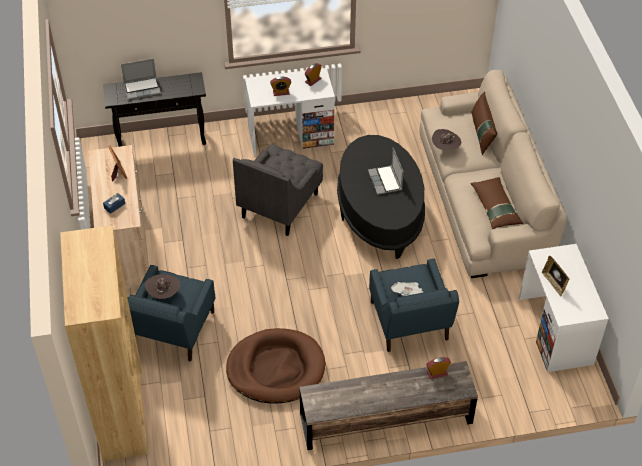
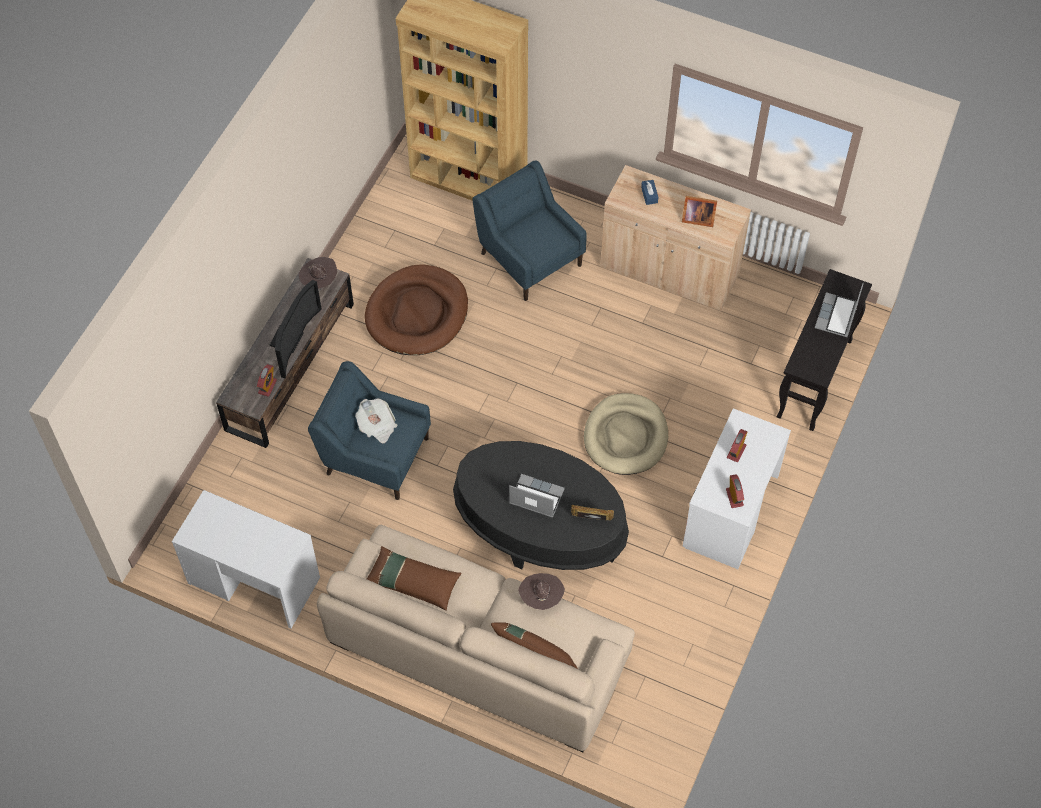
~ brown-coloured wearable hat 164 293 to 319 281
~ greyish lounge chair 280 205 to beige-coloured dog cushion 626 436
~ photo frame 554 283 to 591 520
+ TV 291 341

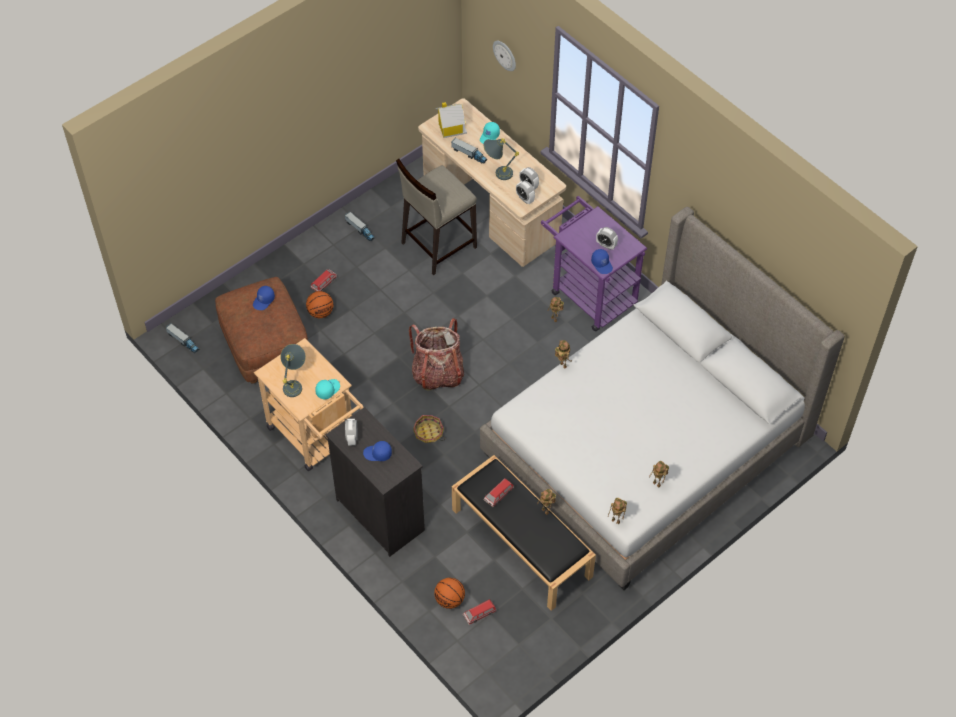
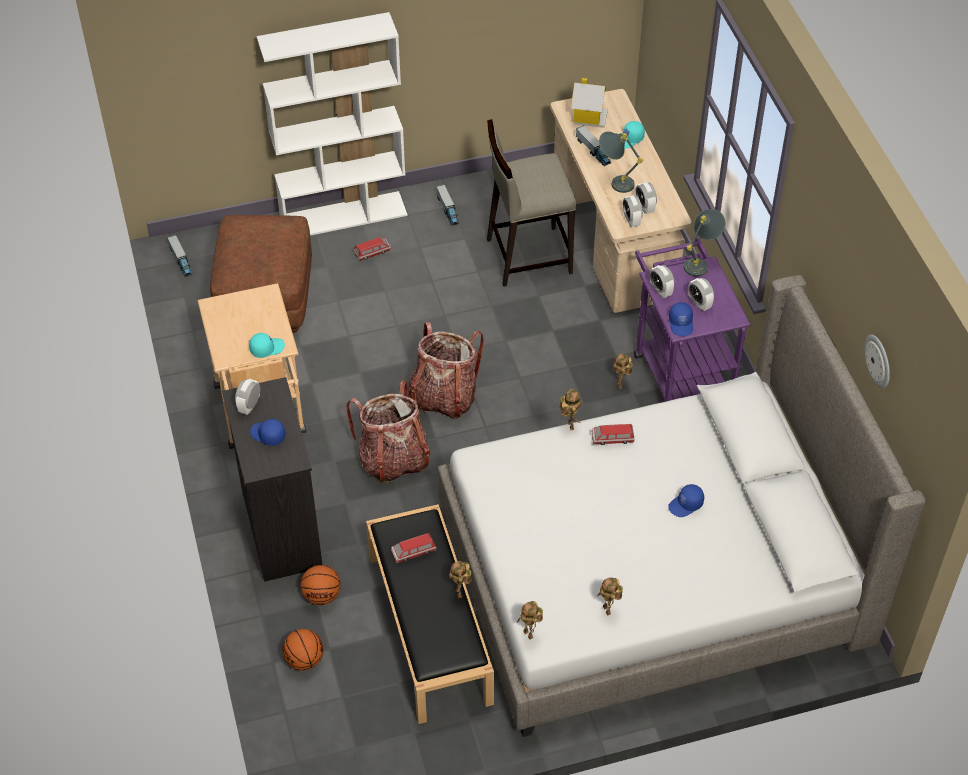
~ bluish peaked cap 264 301 to 686 505
~ greyish tabletop lamp 295 383 to 701 262
~ basketball 320 312 to 322 596
~ household basket 428 433 to backpack 393 459
~ miniature car 479 614 to 612 438
~ wall clock 505 55 to 879 360
+ white-coloured bookshelf 344 215
+ bedside clock 660 291

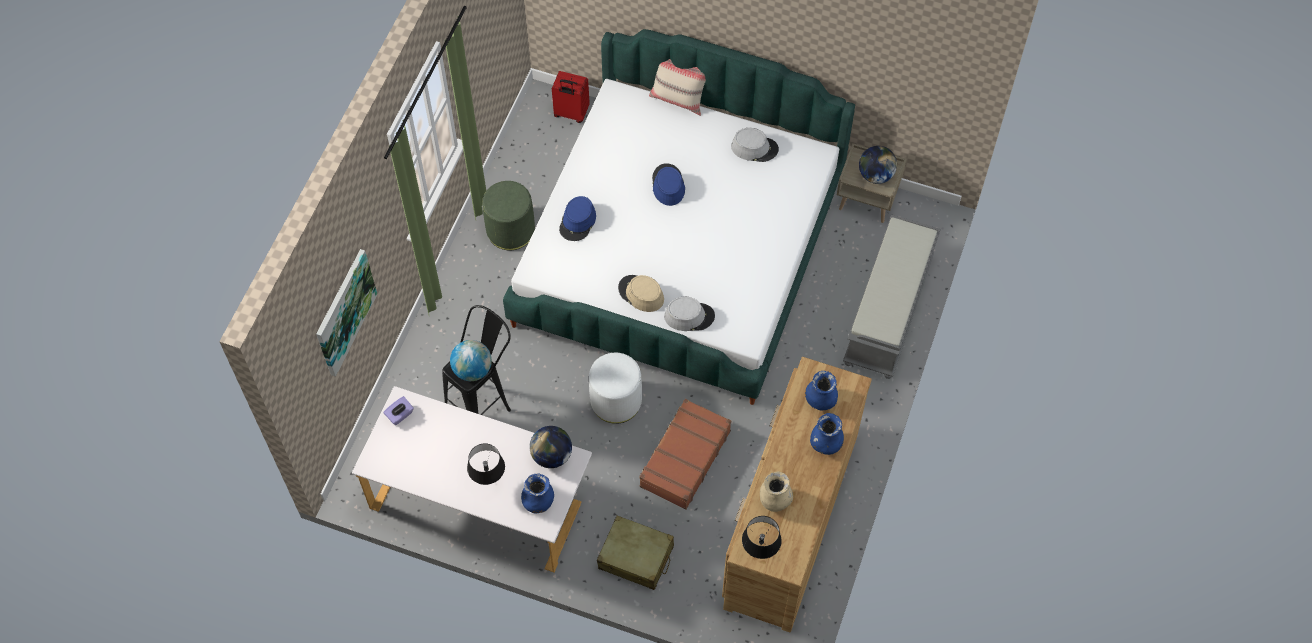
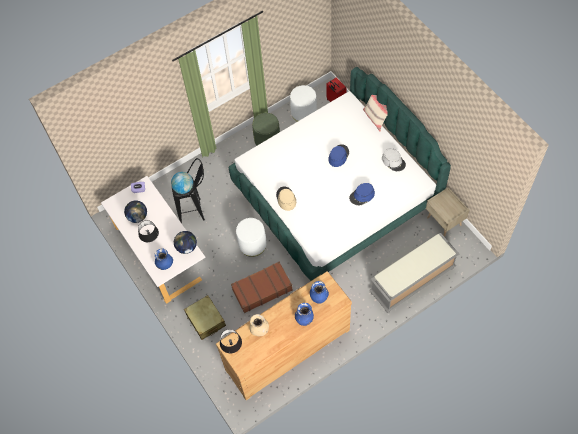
- wall picture 344 312
~ bluish wearable hat 578 222 to 362 196
- greyish wearable hat 689 316
~ desk globe 875 175 to 137 217
+ white-coloured footrest 304 112

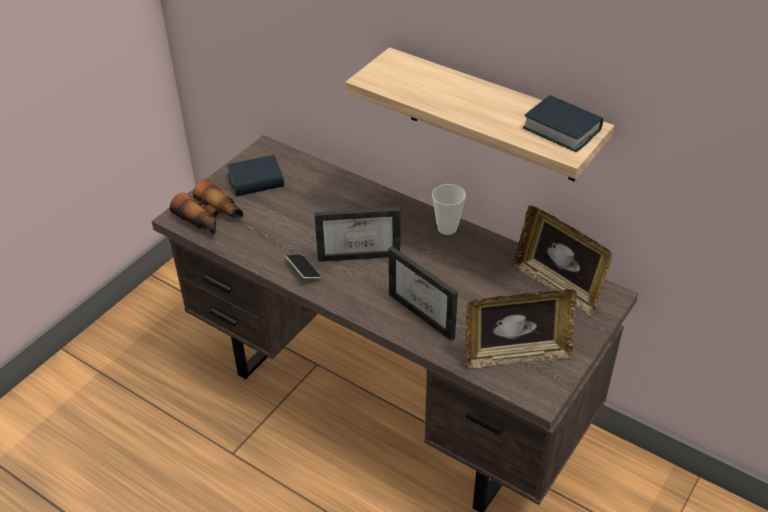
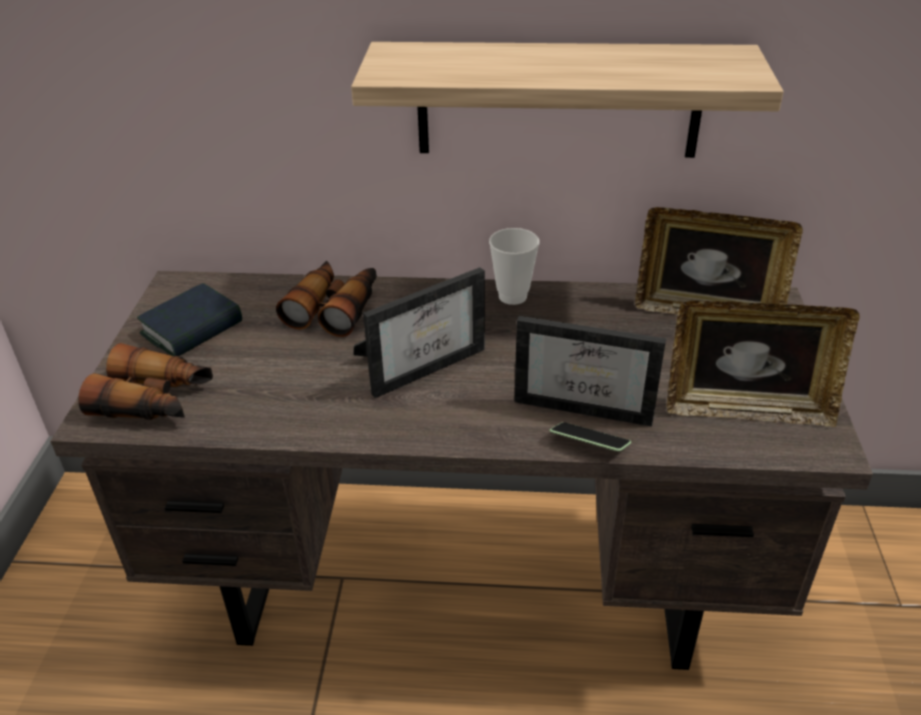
~ phone 303 271 to 589 444
~ photo frame 516 355 = 746 409 45 degrees clockwise
- bound book 561 129
+ binoculars 335 307

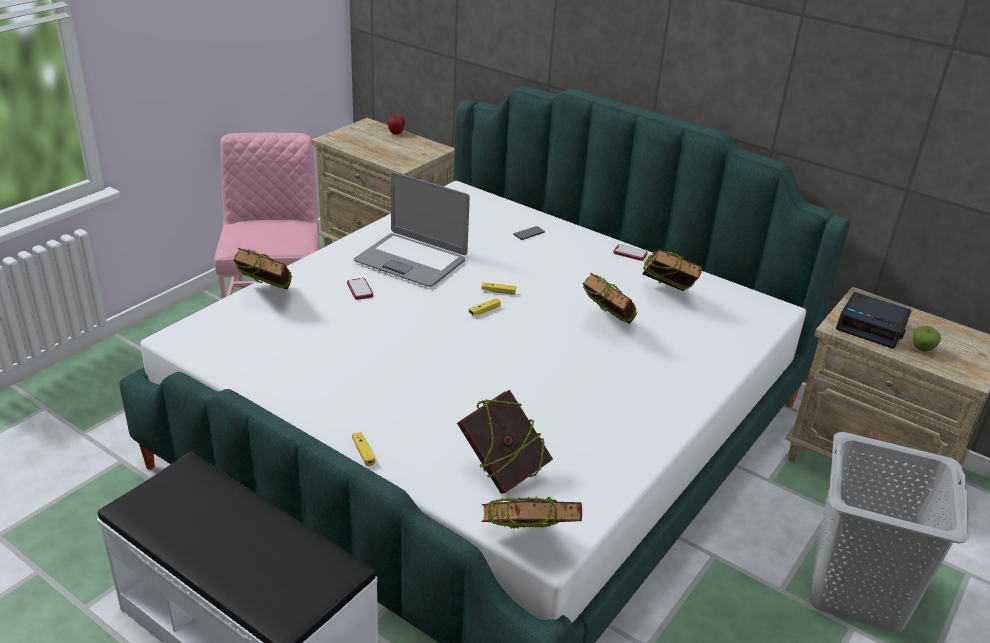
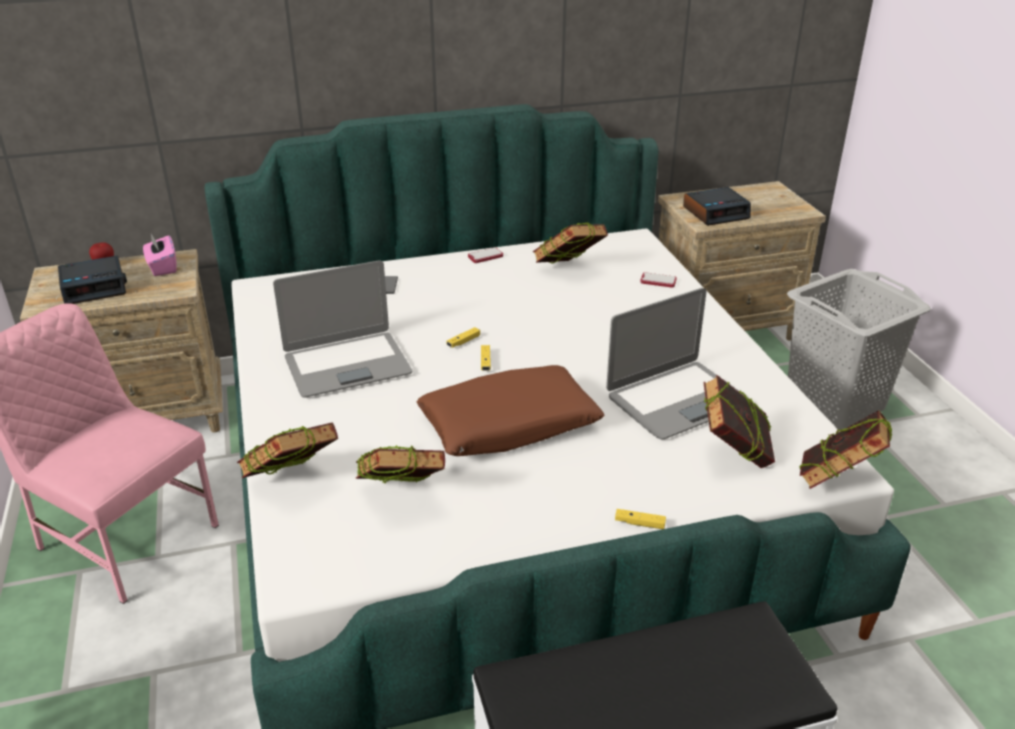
~ phone 360 290 to 658 281
~ bound book 606 326 to 401 499
- whole apple 922 349
+ bedside clock 95 287
+ pink-coloured tissue holder 162 267
+ brown-coloured cushion 509 425
+ laptop 677 400

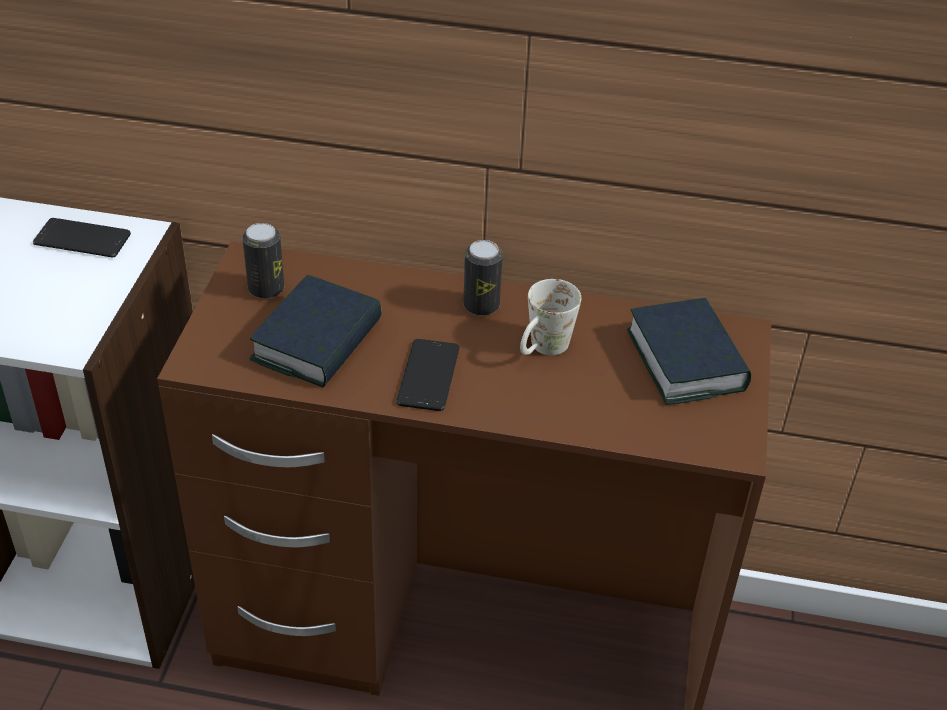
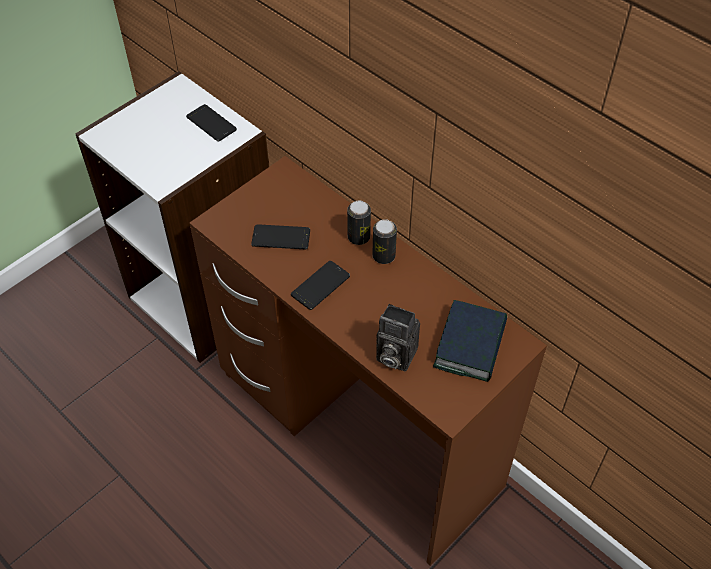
~ can 266 289 to 358 237
~ bound book 317 341 to phone 281 238
- white-coloured tea mug 543 350
+ still camera 393 355

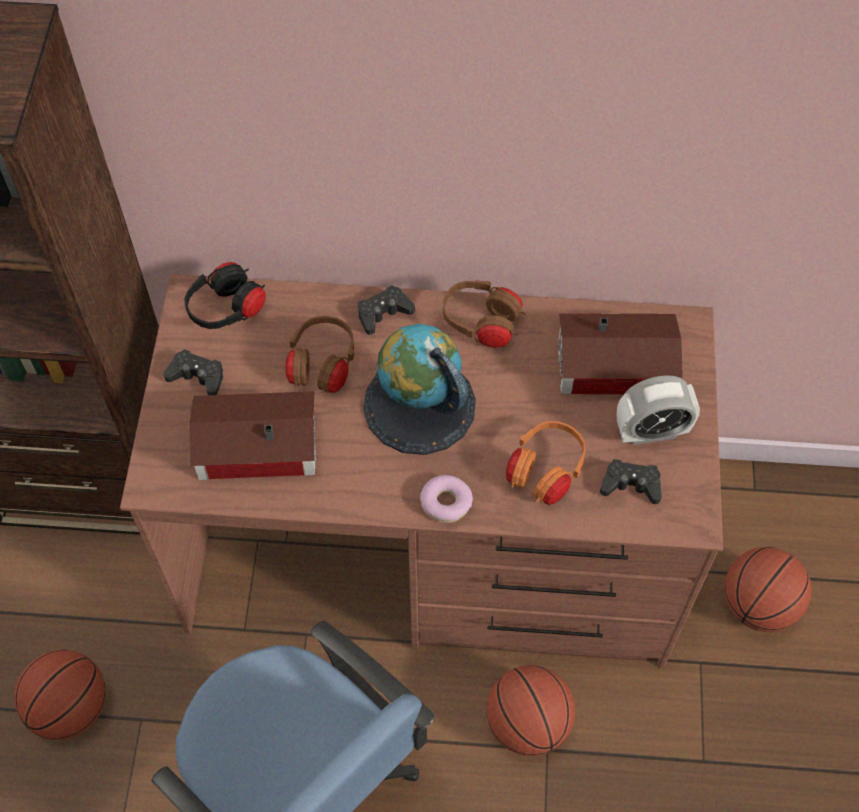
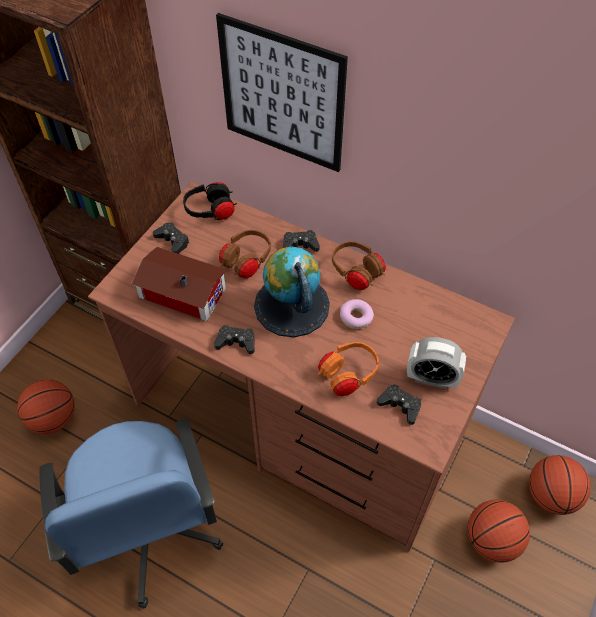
~ ring doughnut 446 503 to 356 317
~ basketball 527 723 to 550 495
- toy house 618 369
+ black-coloured joypad 236 342
+ wall picture 282 95

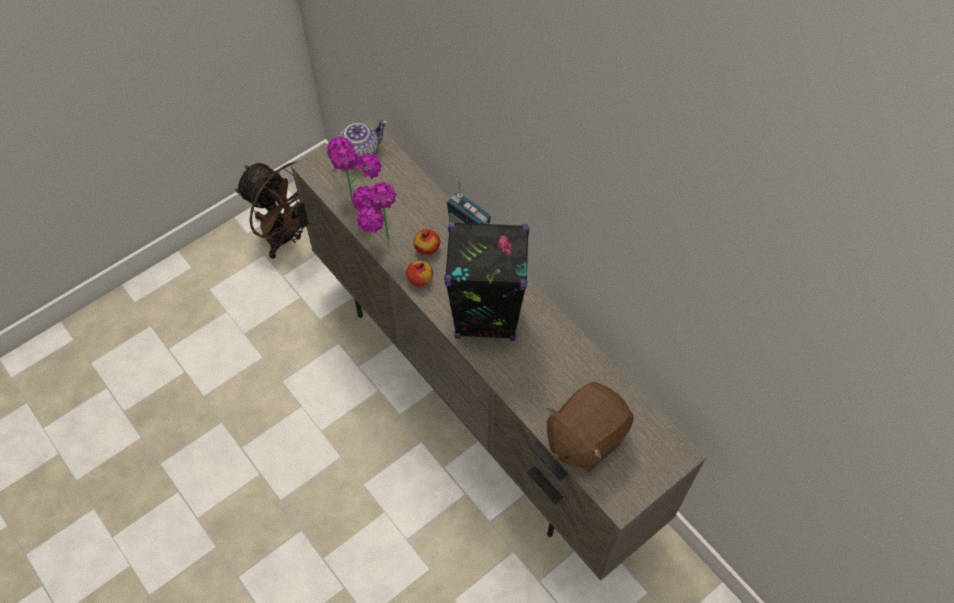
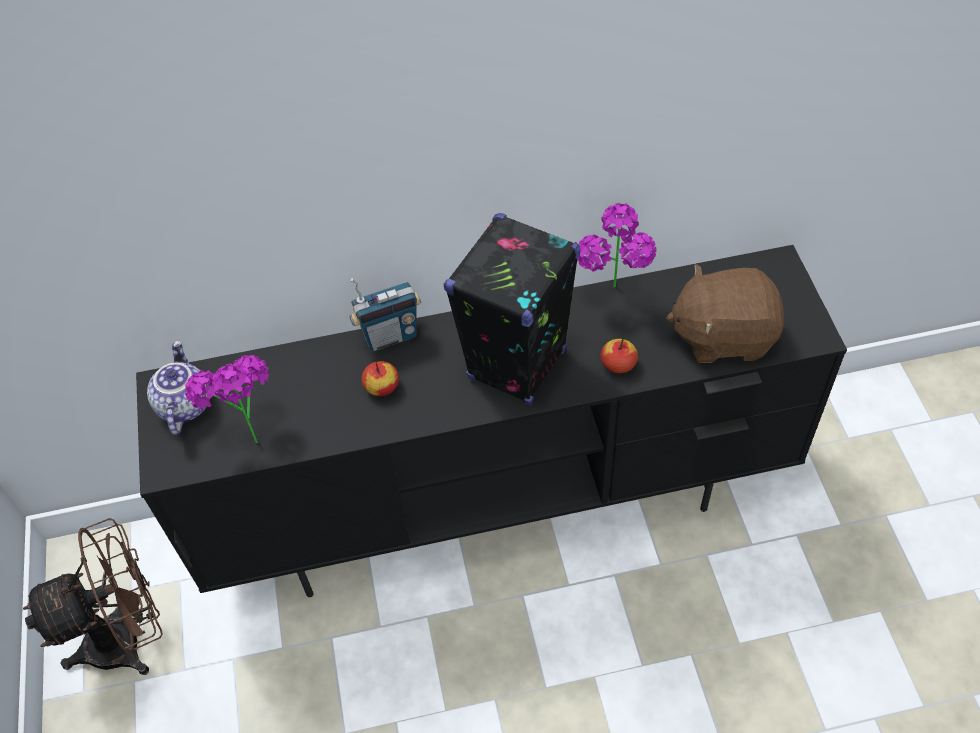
~ beige-coloured media console 481 398 to black-coloured media console 502 506
~ houseplant 377 242 to 614 297
~ whole apple 420 278 to 618 364
~ brown-coloured soft toy 585 437 = 723 335 105 degrees clockwise

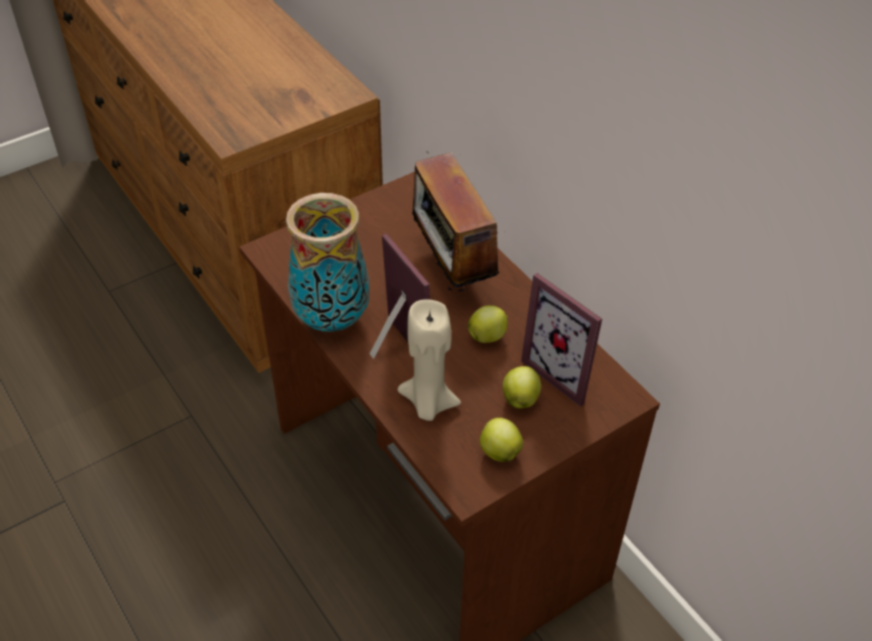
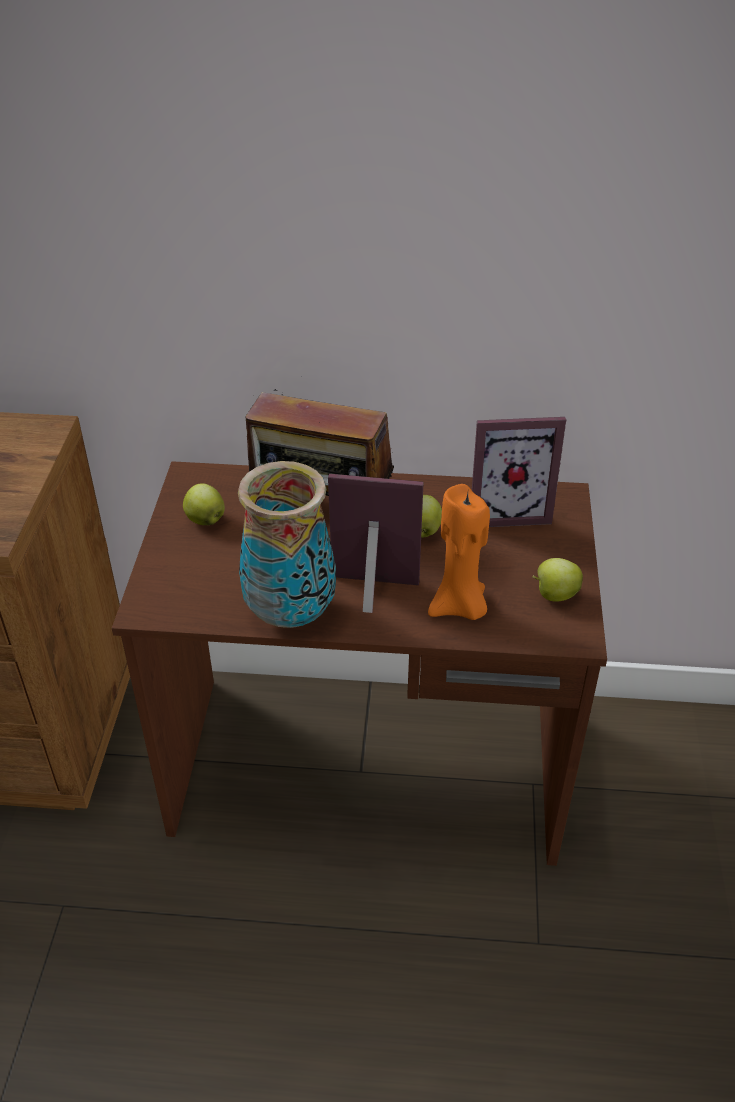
~ beige-coloured wax candle 428 403 to orange-coloured wax candle 459 607
~ whole apple 520 399 to 205 519

